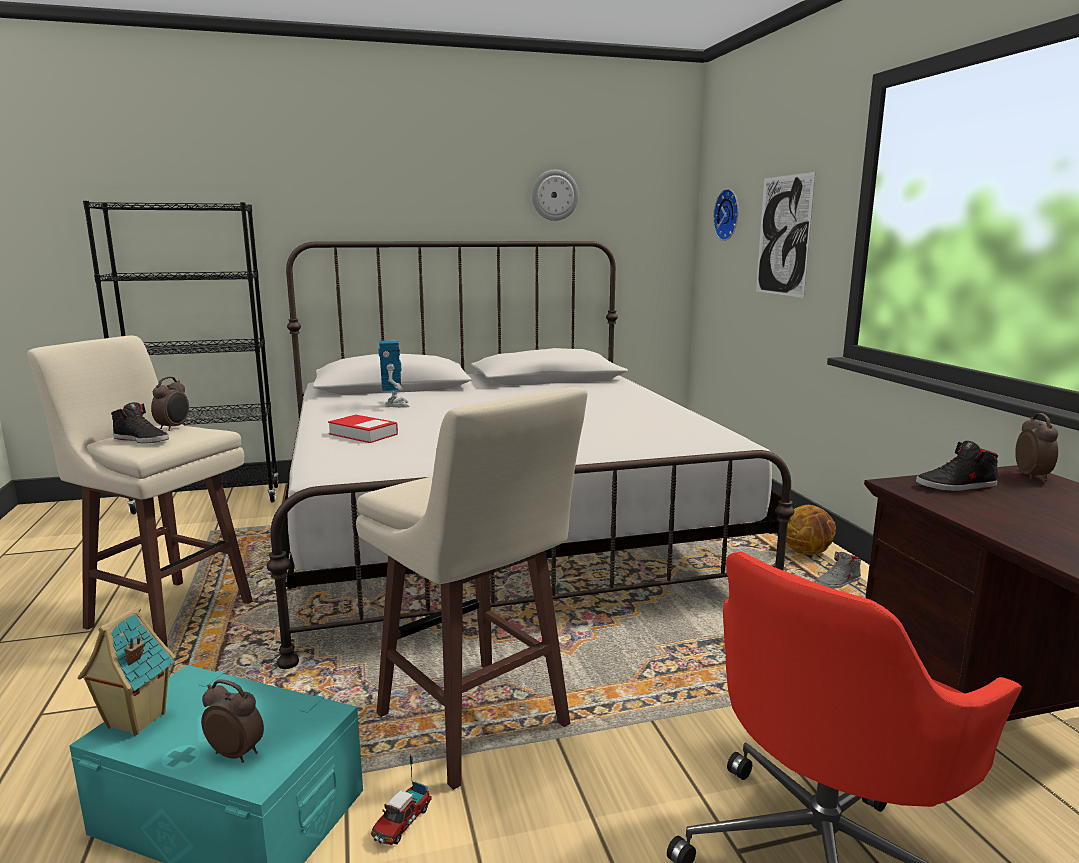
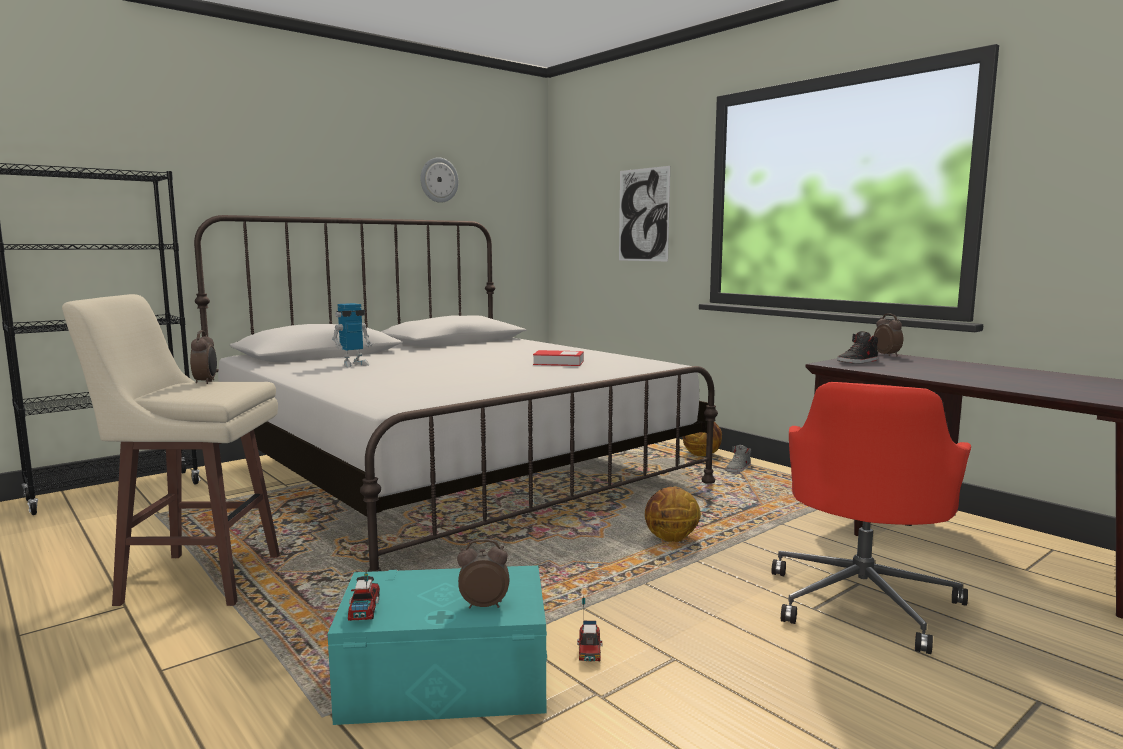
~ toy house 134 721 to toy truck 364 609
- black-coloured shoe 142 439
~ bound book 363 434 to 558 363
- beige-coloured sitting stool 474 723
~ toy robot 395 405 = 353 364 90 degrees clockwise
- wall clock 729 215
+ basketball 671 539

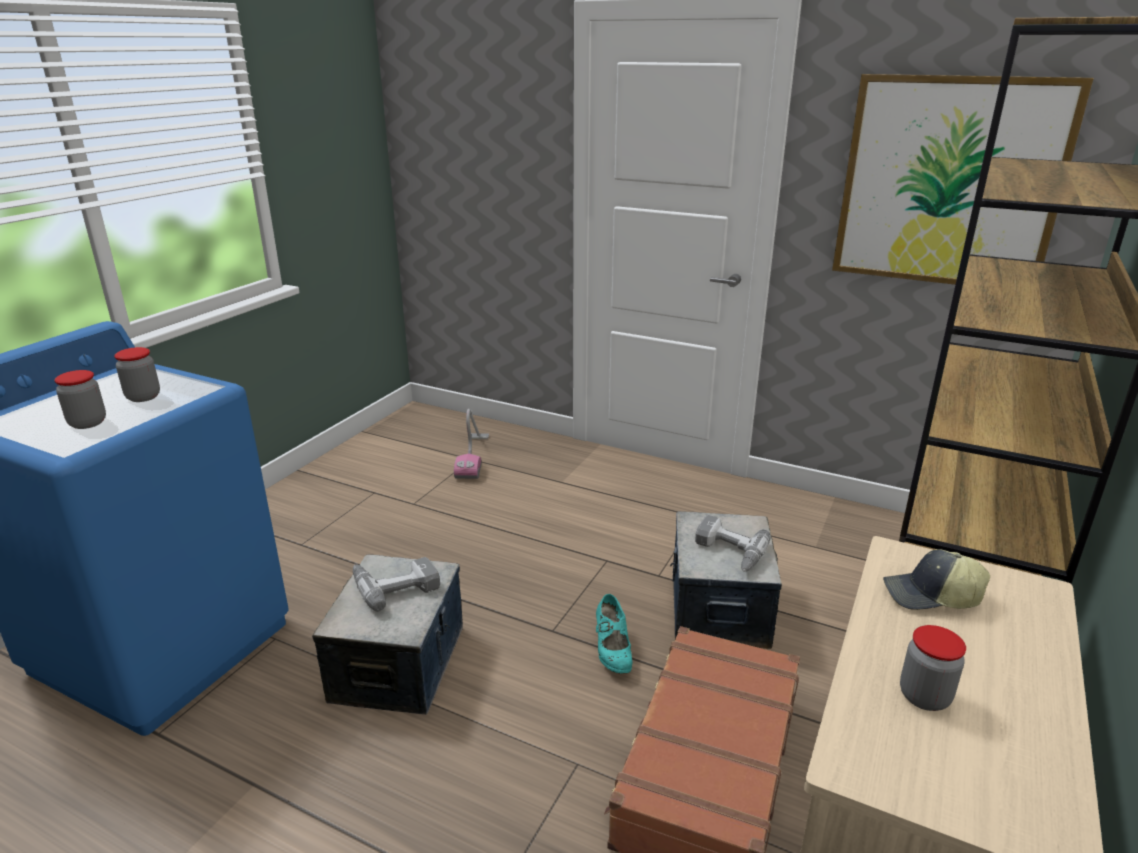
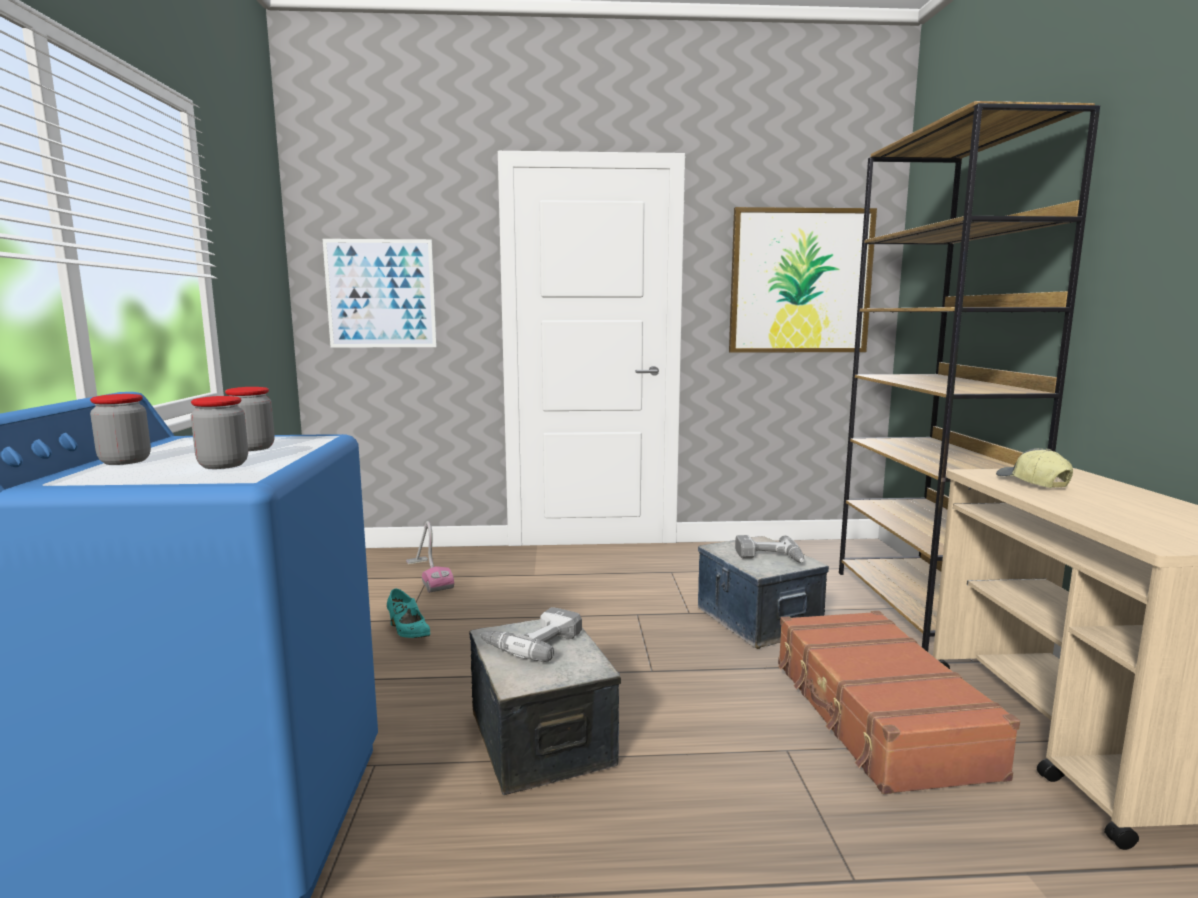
~ blue-green shoe 612 652 to 408 633
~ peaked cap 931 596 = 1031 483 105 degrees clockwise
~ storage jar 924 696 to 125 461
+ wall picture 381 294

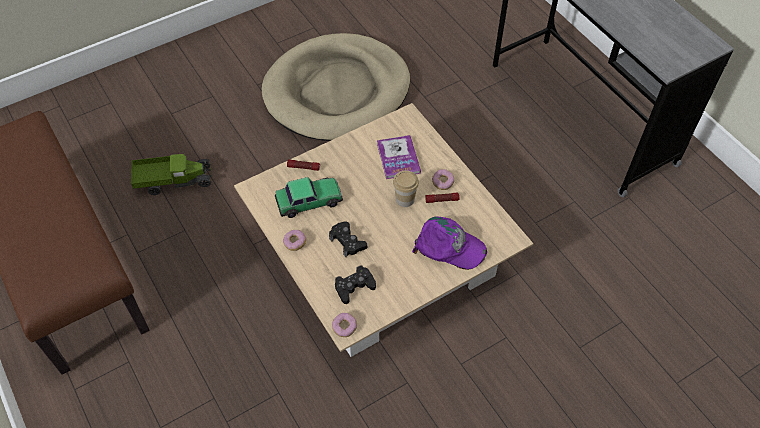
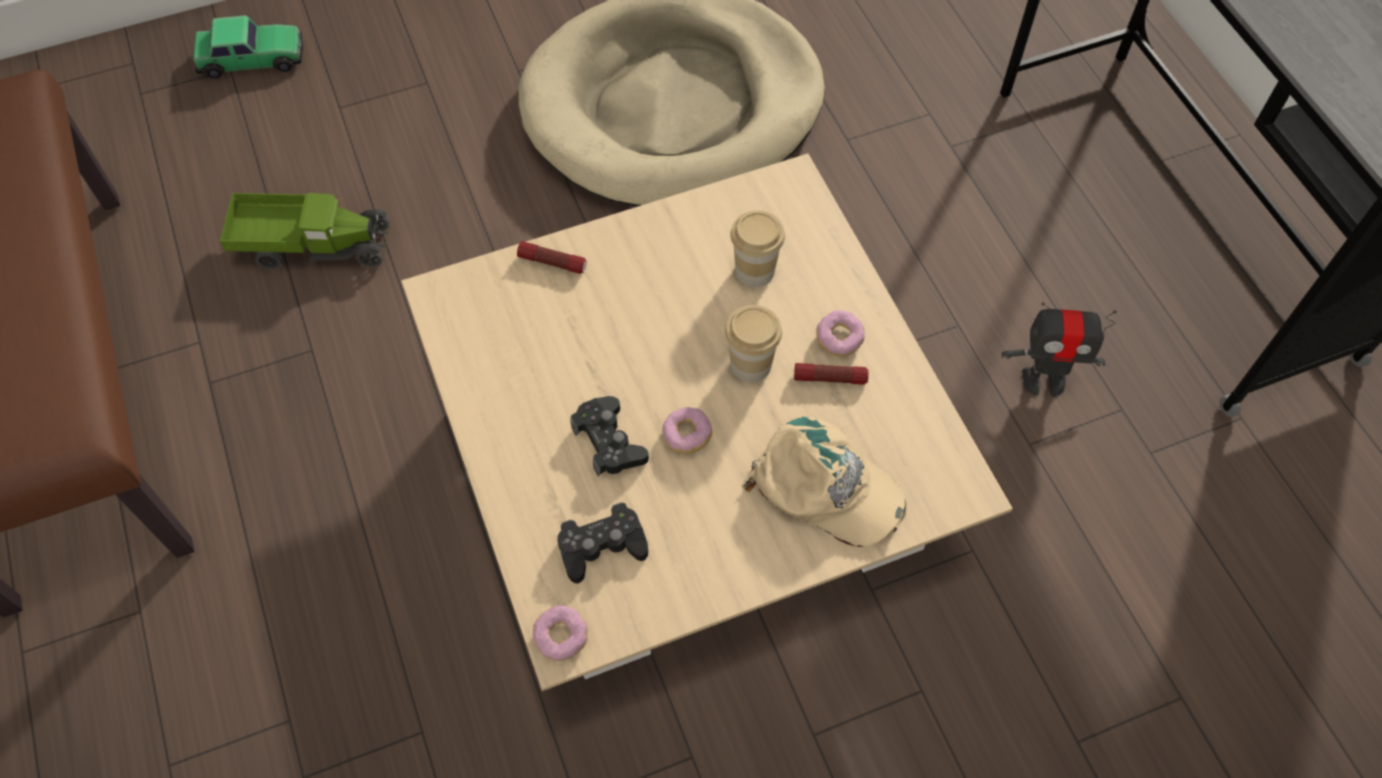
~ miniature car 309 201 to 252 58
~ ring doughnut 295 243 to 687 436
~ bound book 398 158 to drinking cup 755 270
~ purple peaked cap 449 247 to beige-coloured peaked cap 825 488
+ toy robot 1043 380

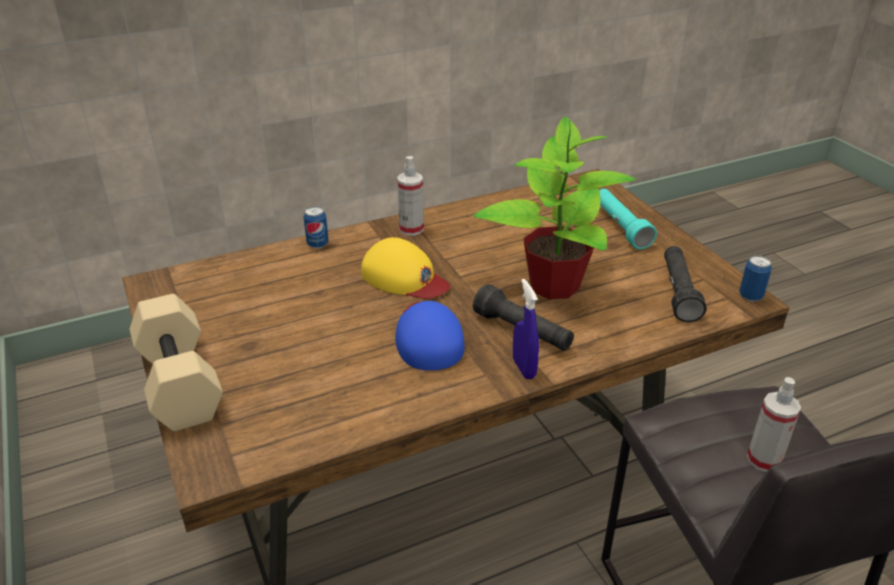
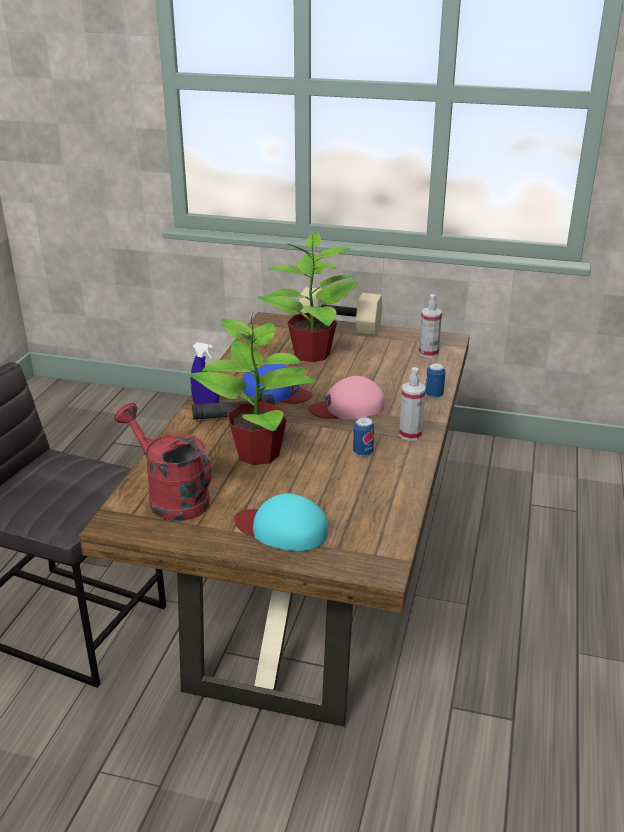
~ yellow peaked cap 404 278 to pink-coloured peaked cap 348 407
~ blue-green torch 620 227 to blue-green peaked cap 282 529
~ black-coloured torch 678 292 to red watering pot 171 497
~ can 750 296 to 363 452
~ spray bottle 764 460 to 428 353
+ houseplant 311 354

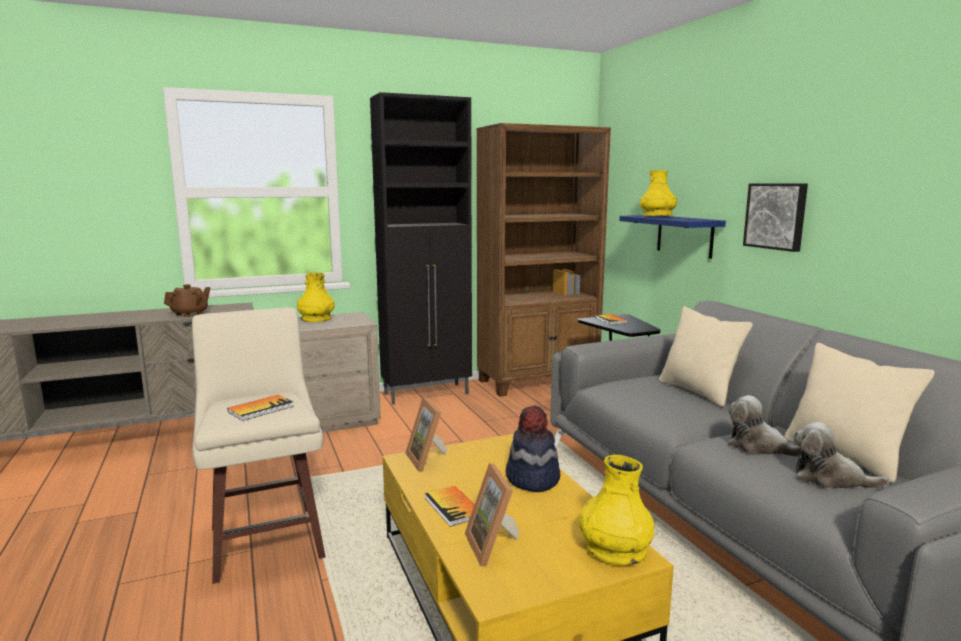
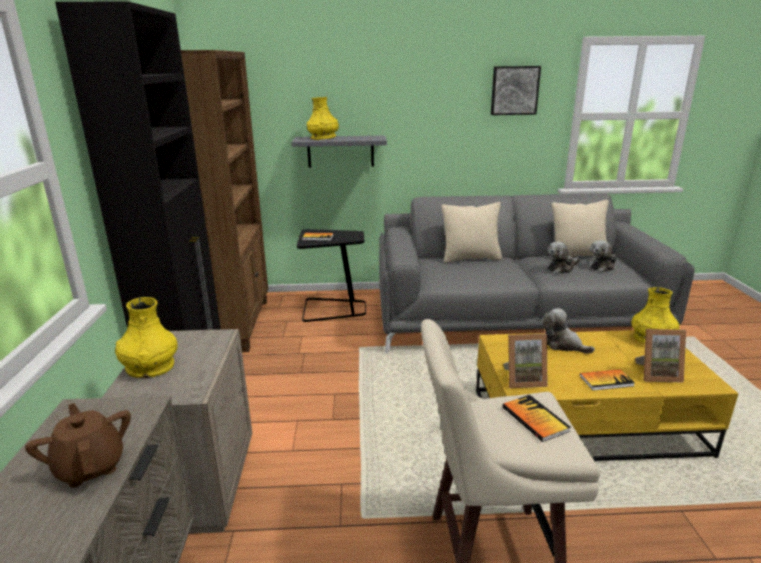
~ wearable hat 532 479 to soft toy 562 344
~ bluish bracket shelf 684 235 to greyish bracket shelf 340 151
~ wall picture 776 216 to 514 90

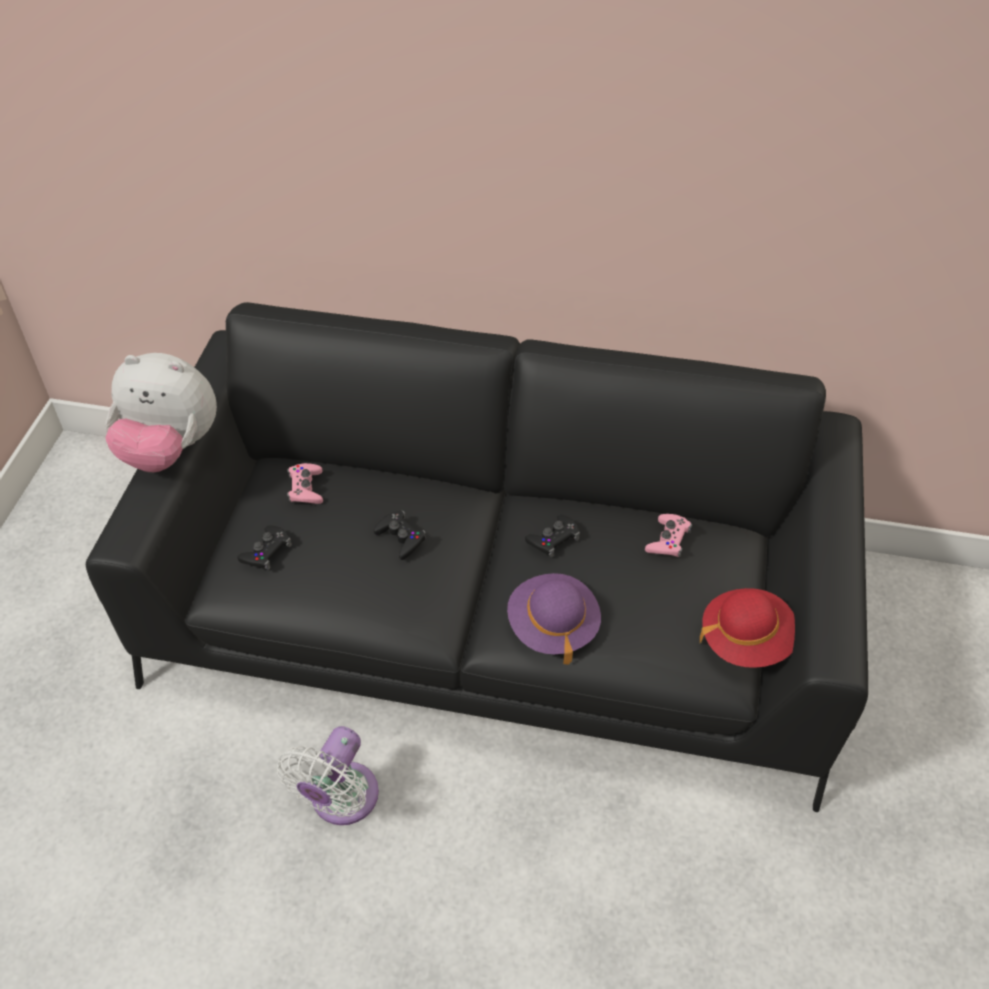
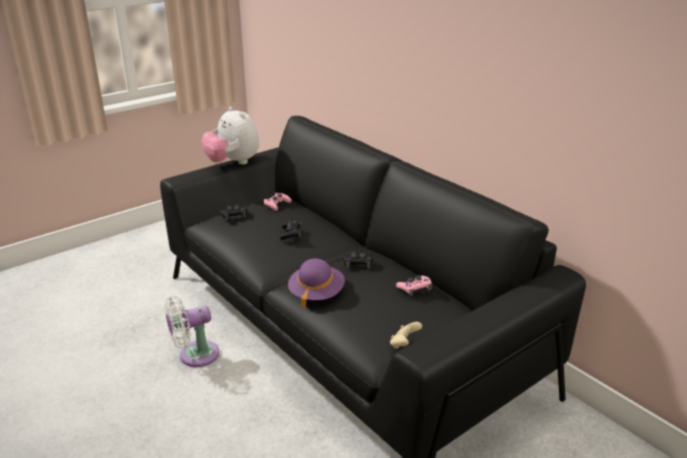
~ red wearable hat 746 640 to beige-coloured joypad 404 344

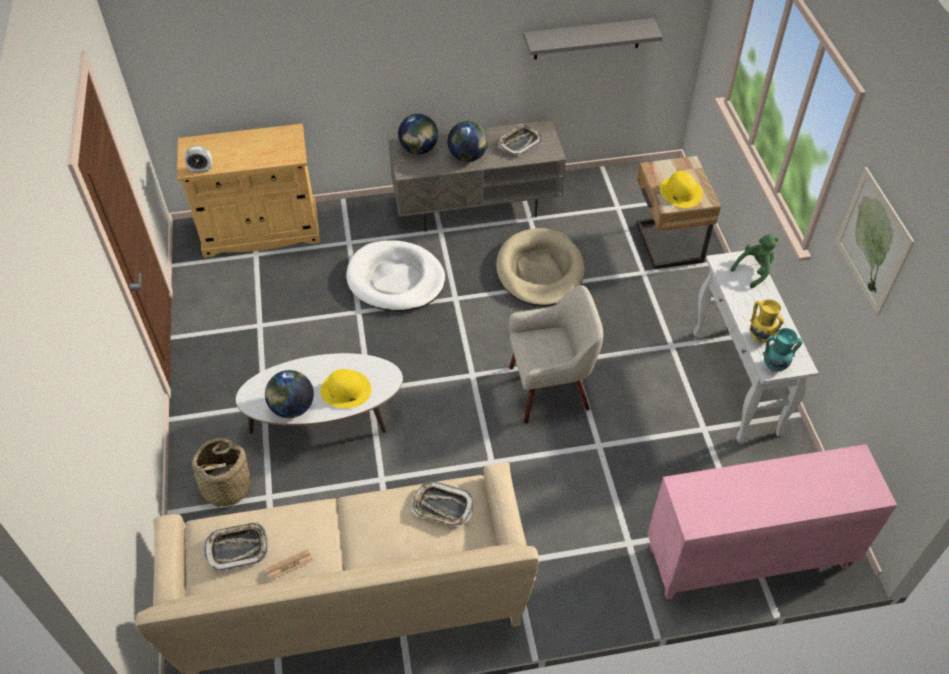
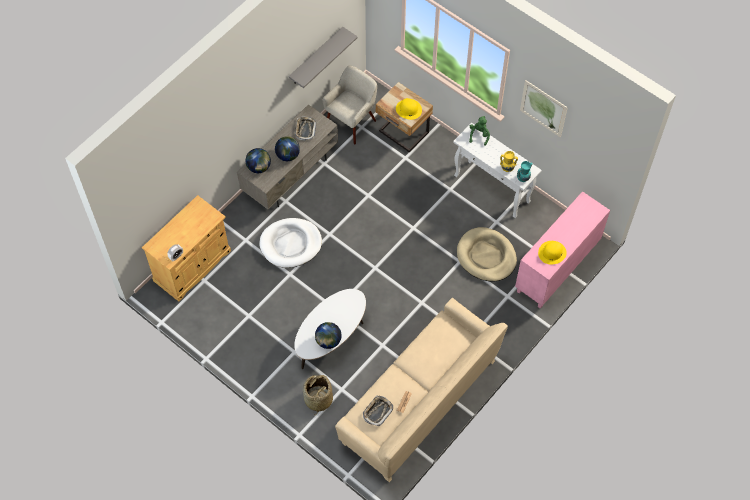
~ yellow wearable hat 345 390 to 552 253
- serving tray 442 506
~ beige-coloured dog cushion 540 271 to 486 256
~ beige-coloured lounge chair 550 389 to 352 122

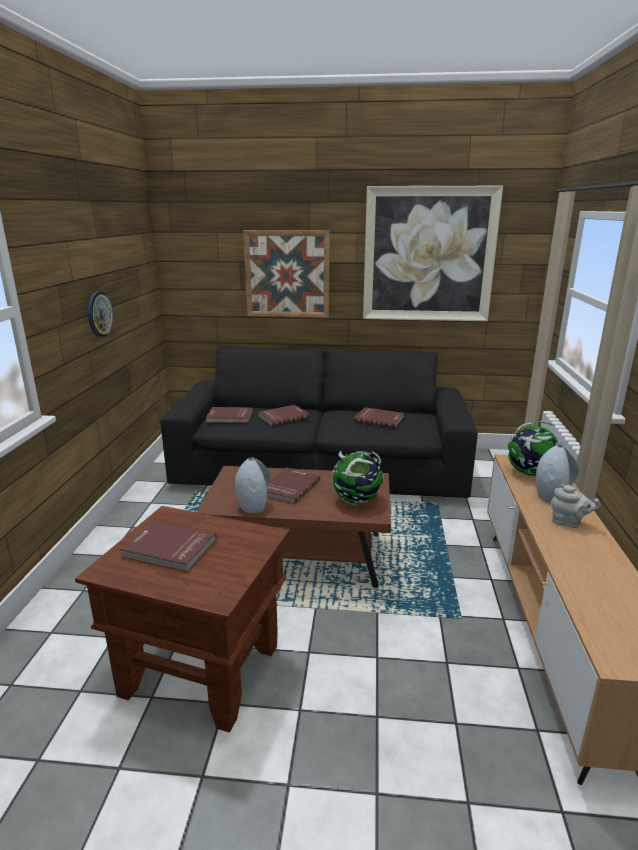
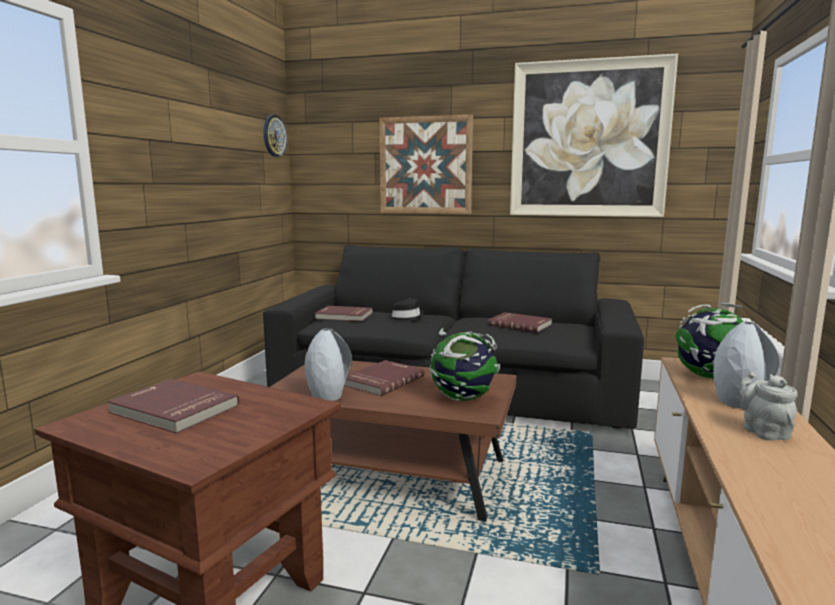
~ wall clock 99 314 to 274 136
~ red bound book 283 417 to black-coloured wearable hat 405 318
~ greyish pot for tea 568 523 = 763 431 135 degrees counterclockwise

